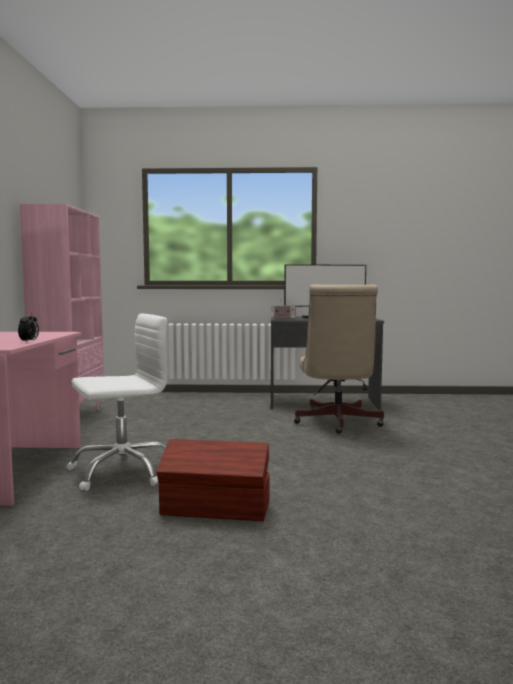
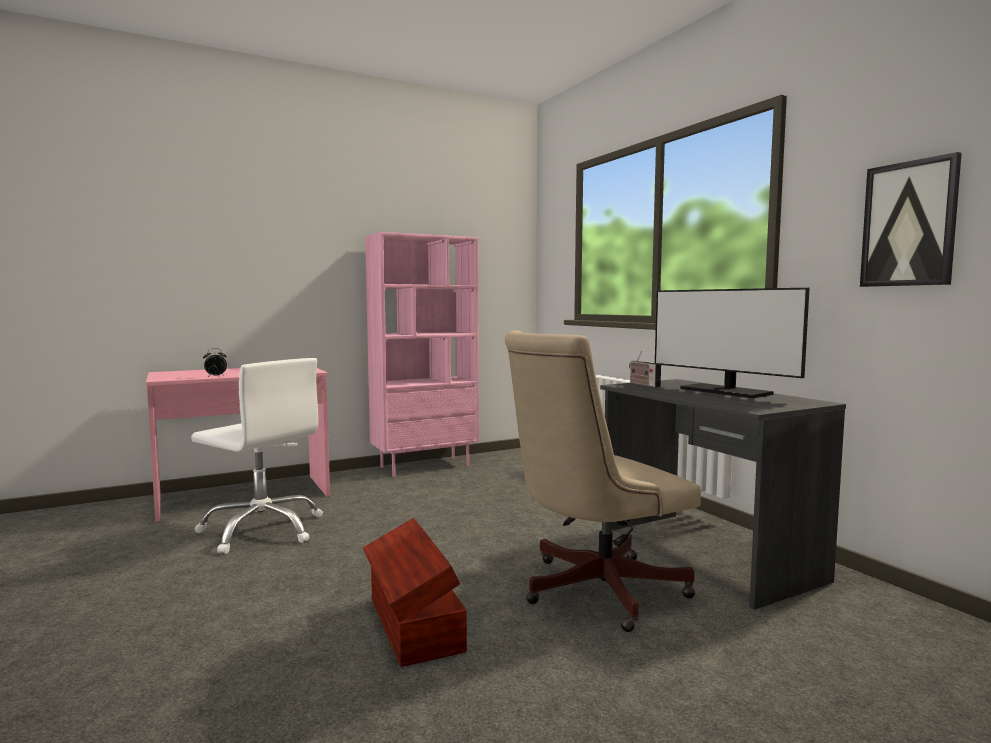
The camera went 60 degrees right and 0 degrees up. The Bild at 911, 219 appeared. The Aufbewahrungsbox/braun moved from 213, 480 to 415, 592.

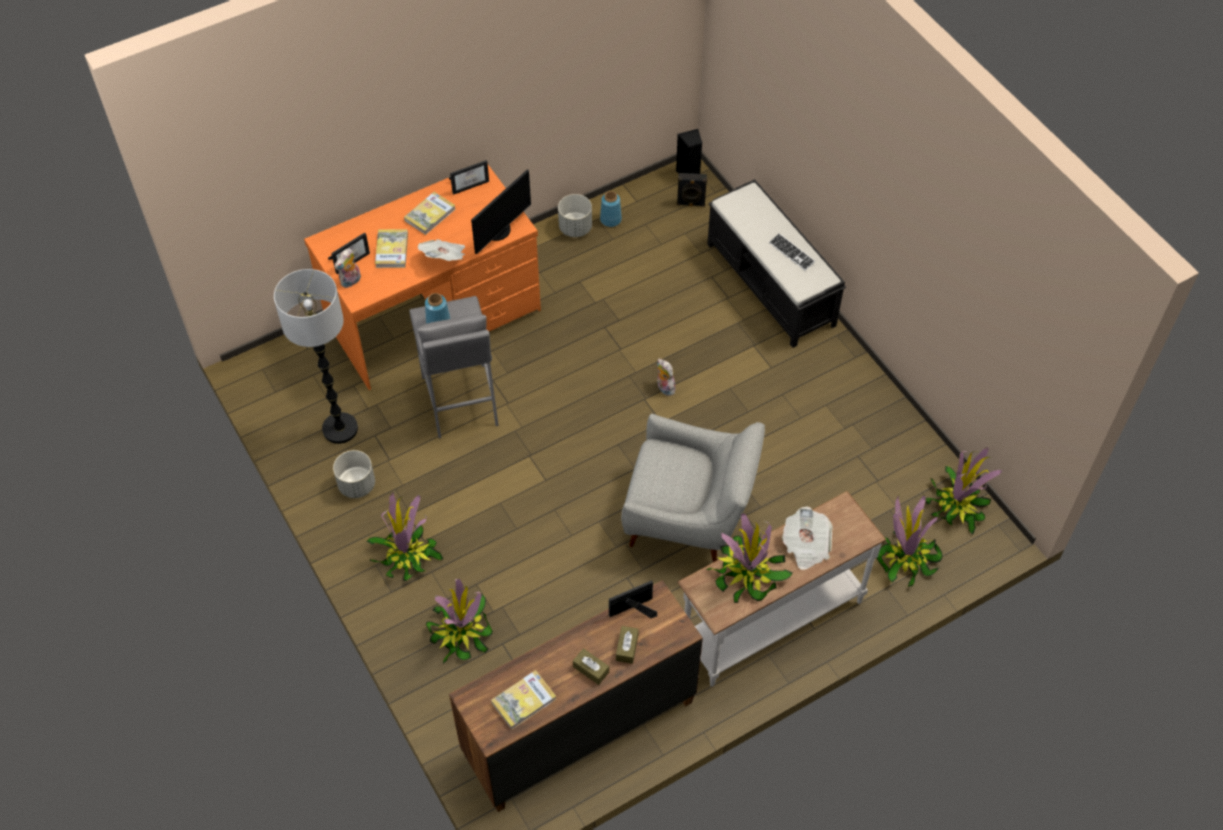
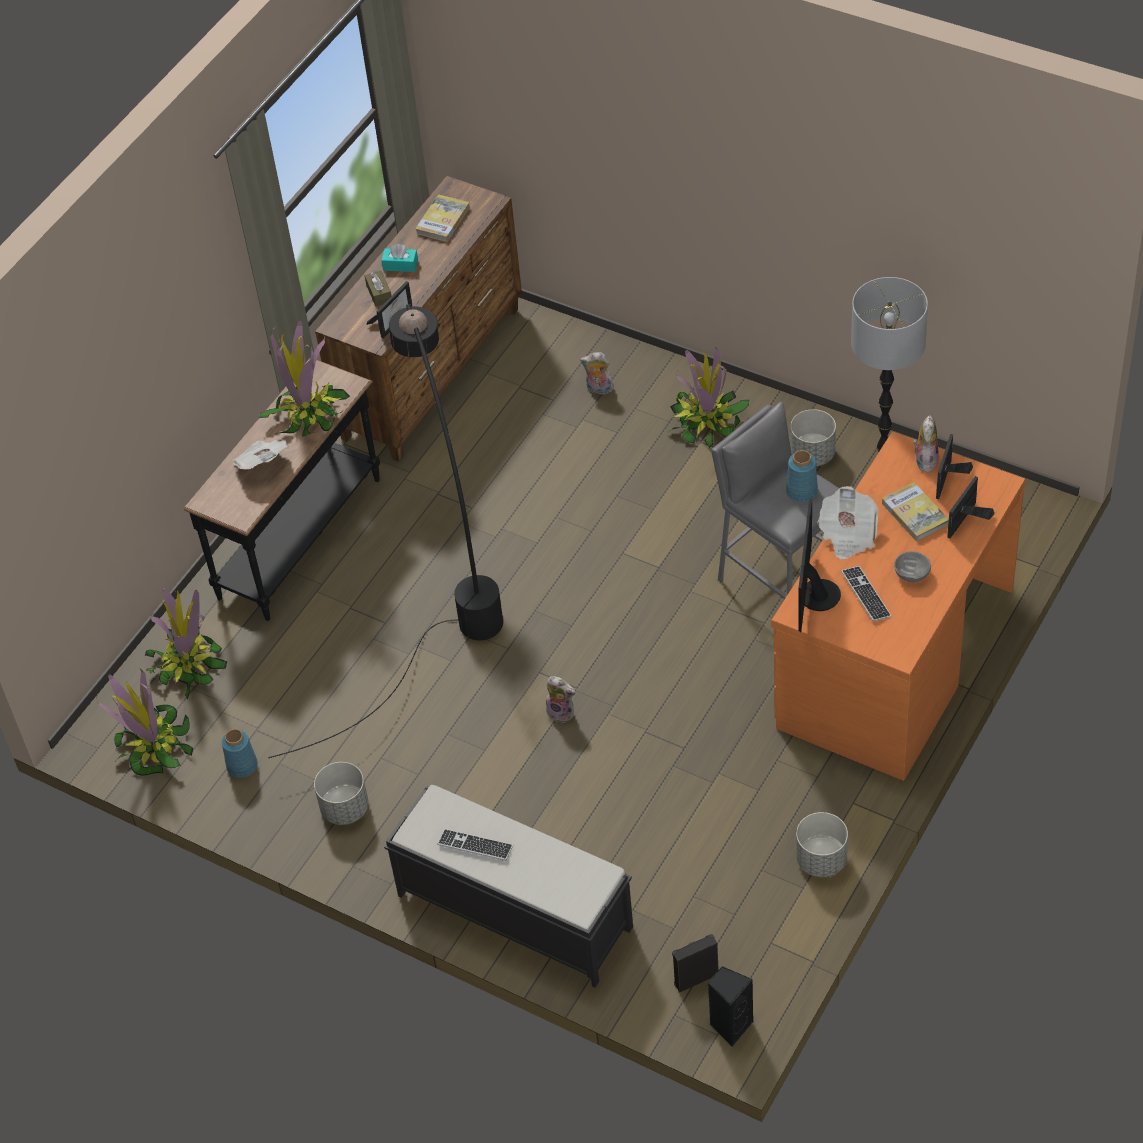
The camera went 155 degrees right and 5 degrees down. The Pflanzkübel/grau at 341, 793 appeared. The Tastatur at 866, 594 appeared. The Bilderrahmen moved from 469, 177 to 970, 507. The Vase/blau moved from 611, 209 to 240, 753. The Buch at 430, 213 was replaced by the Schüssel/grau at 912, 566. The Topfpflanze at 459, 621 was replaced by the Plüschtier at 598, 373. The Sessel/grau at 693, 488 was replaced by the Stehlampe/schwarz at 385, 531. The Taschentuchbox/braun at 591, 666 became the Taschentuchbox/türkis at 399, 258. The Konsolentisch/weiß at 781, 589 became the Konsolentisch/schwarz at 282, 489.

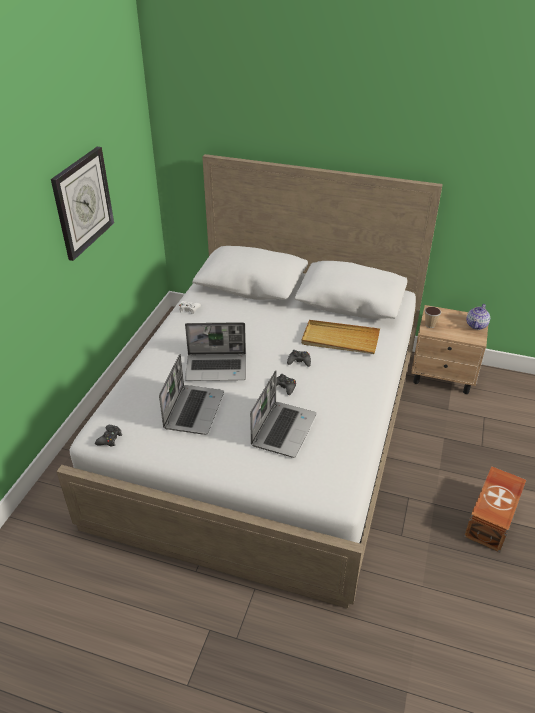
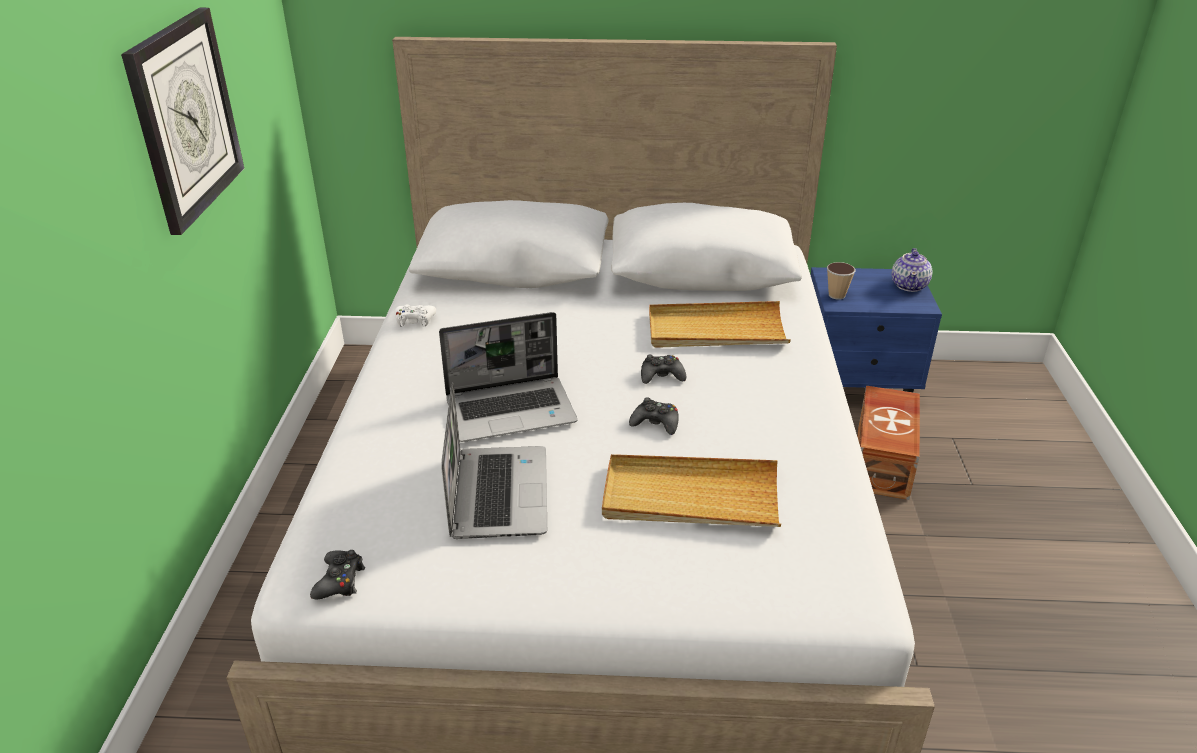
The camera went 15 degrees left and 5 degrees down. The Aufbewahrungsbox/braun moved from 495, 509 to 888, 443. The Laptop at 283, 414 was replaced by the Tablett/beige at 691, 490. The Nachttisch/beige at 449, 349 became the Nachttisch/blau at 876, 329.

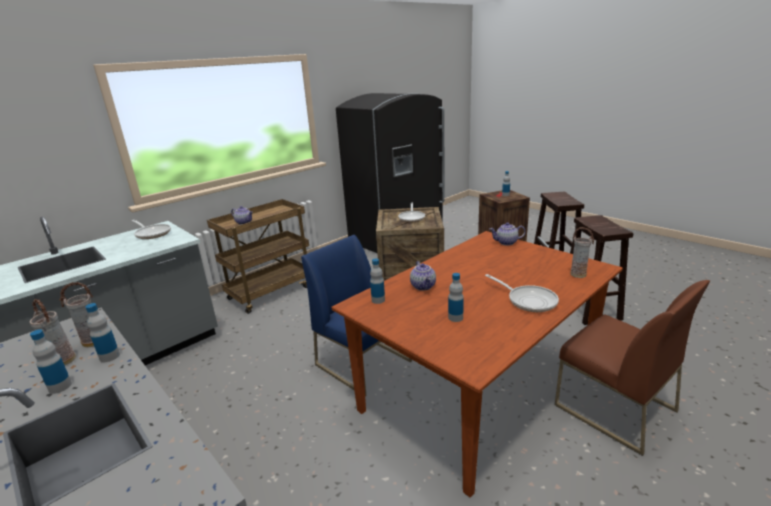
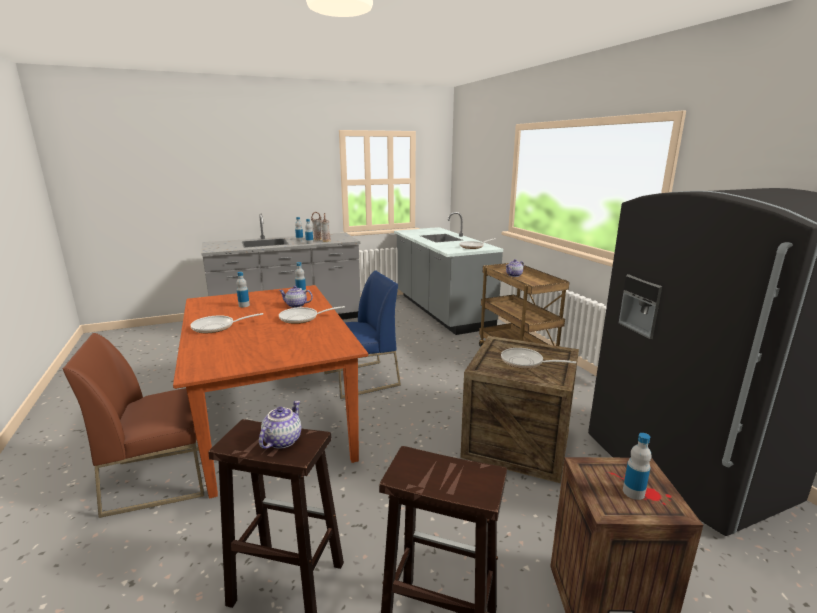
The camera went 110 degrees right and 5 degrees down. The Vase at 582, 252 disappeared. The Pfanne at 312, 315 appeared. The Teekanne moved from 508, 233 to 280, 425.

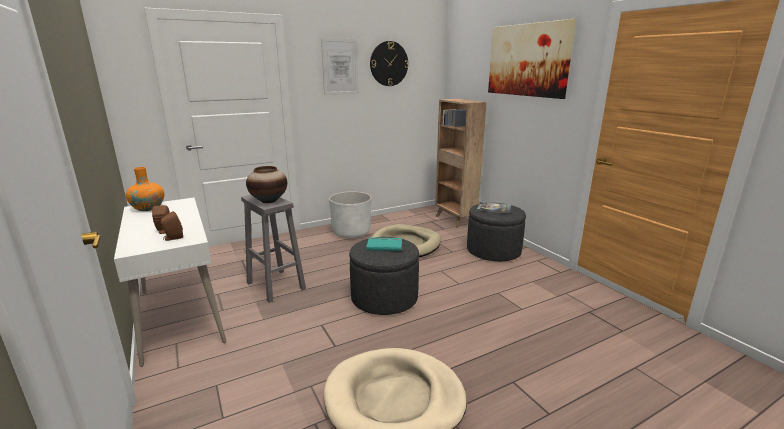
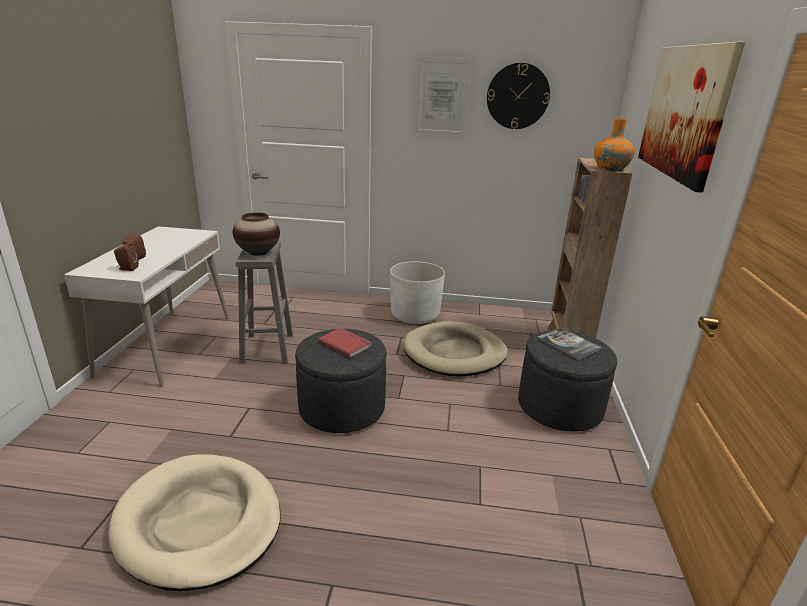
The camera went 35 degrees right and 5 degrees up. The Vase/orange moved from 145, 189 to 614, 144. The Buch/türkis at 384, 244 became the Buch/rot at 345, 343.

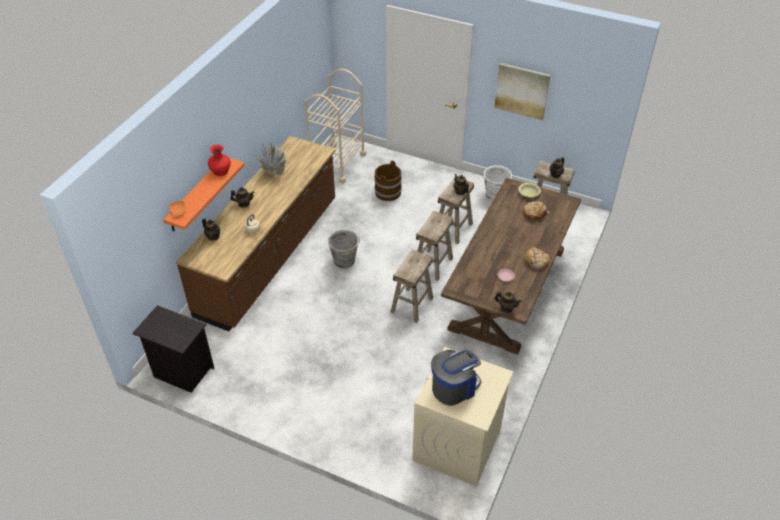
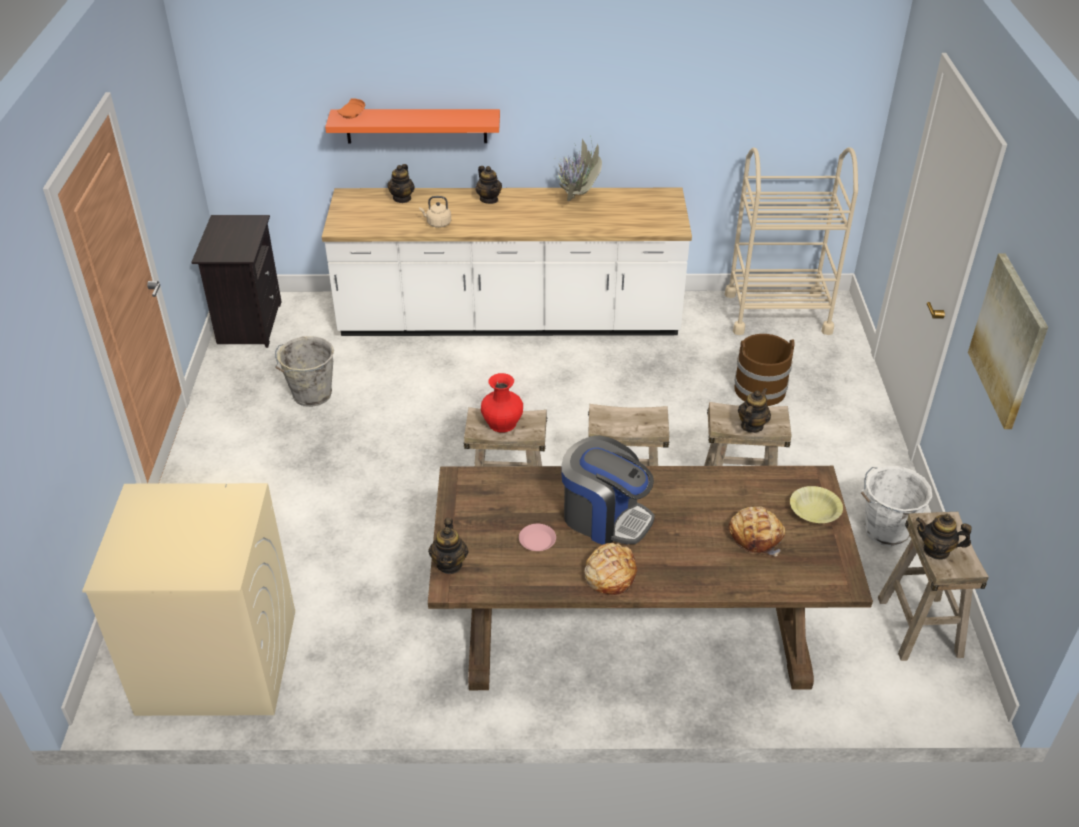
The camera went 65 degrees right and 5 degrees down. The Vase/rot moved from 219, 160 to 502, 402. The Eimer/grau moved from 344, 249 to 304, 371. The Kaffeemaschine moved from 456, 377 to 608, 490. The Küchenzeile/braun at 255, 233 became the Küchenzeile/weiß at 507, 262.

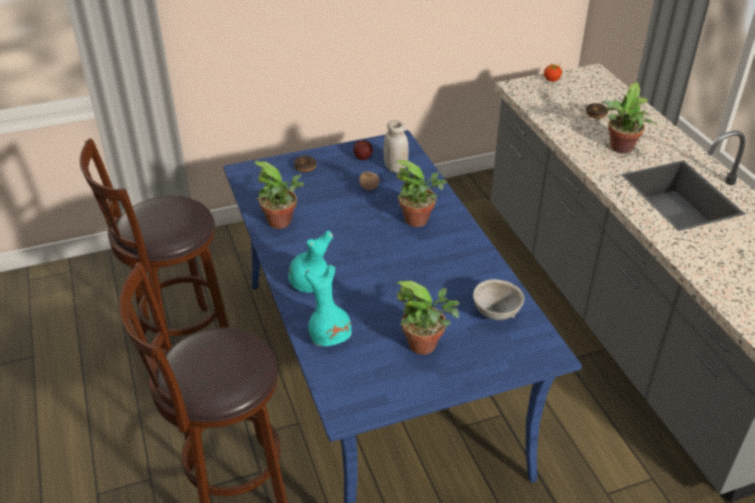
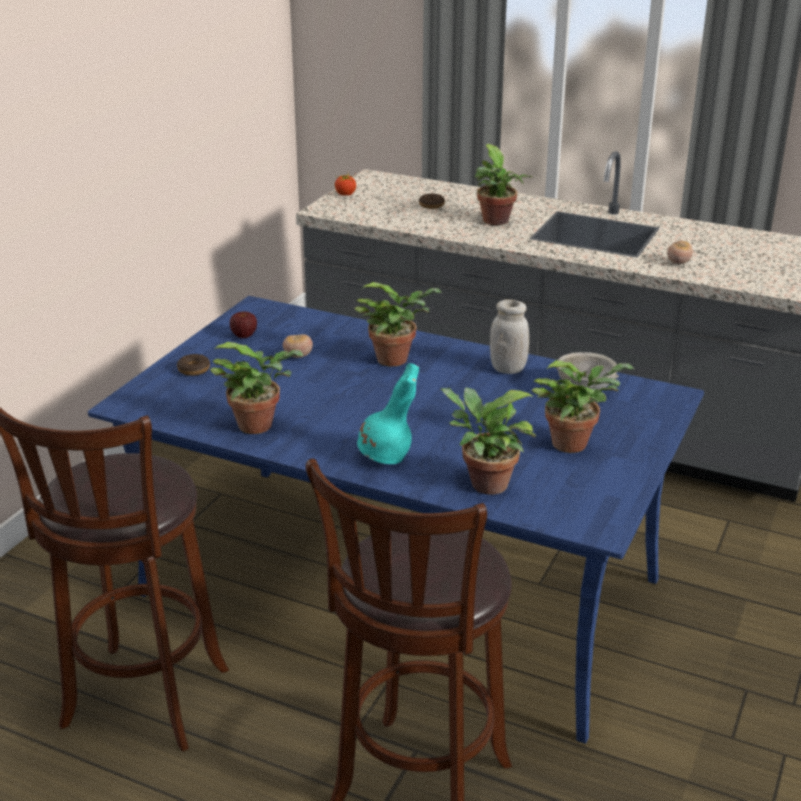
The camera went 45 degrees left and 10 degrees down. The Tomate at 680, 252 appeared. The Vorratsglas/weiß moved from 396, 146 to 509, 337. The Vase/türkis at 328, 305 was replaced by the Topfpflanze at 488, 441.

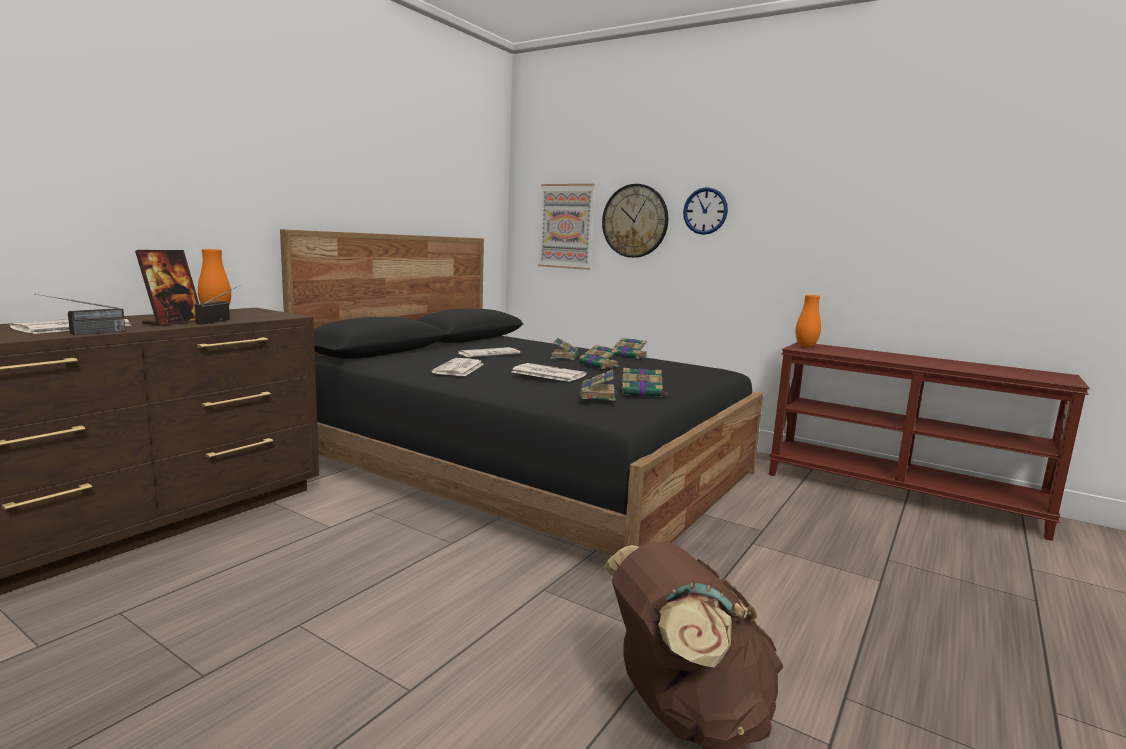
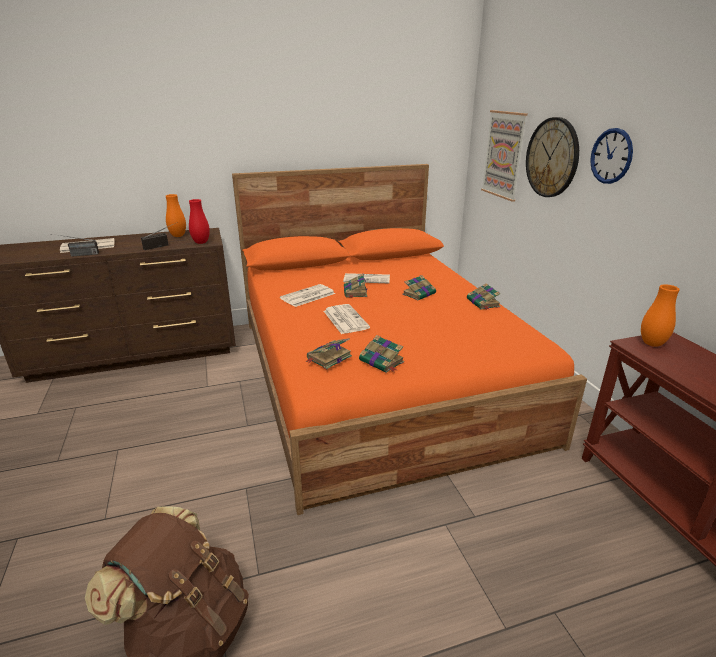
The camera went 40 degrees right and 15 degrees up. The Bilderrahmen at 167, 288 disappeared. The Vase/rot at 199, 221 appeared. The Buch moved from 599, 357 to 355, 286. The Bett/schwarz at 521, 392 became the Bett/orange at 409, 339.

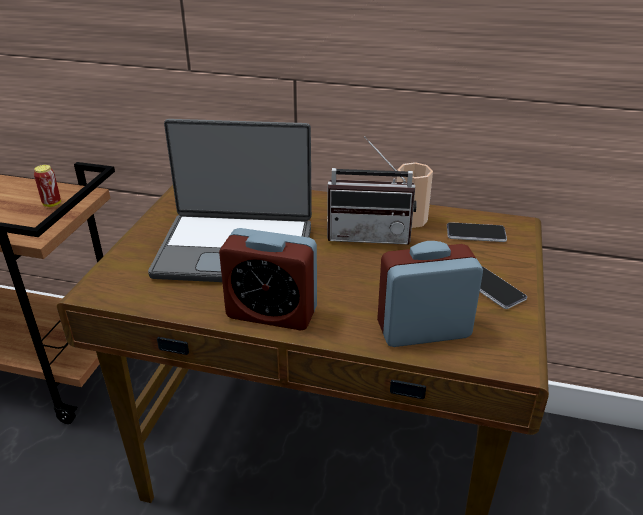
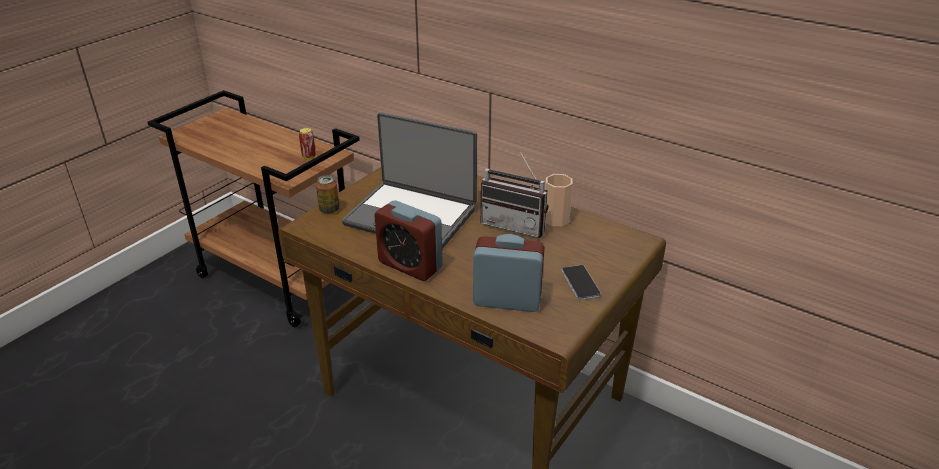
The camera went 20 degrees right and 0 degrees up. The Handy at 477, 232 disappeared. The Dose at 328, 194 appeared.

